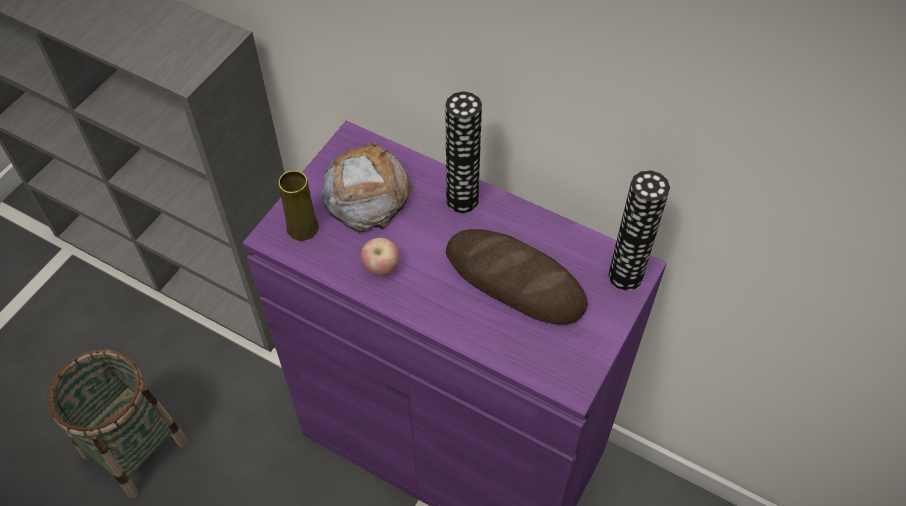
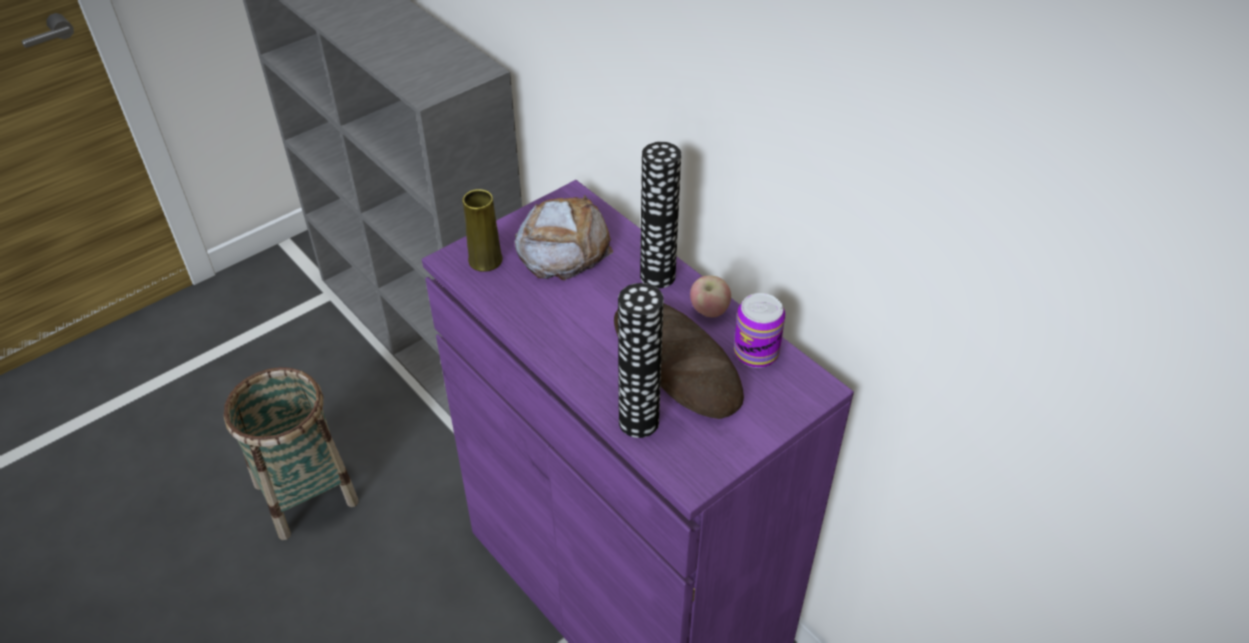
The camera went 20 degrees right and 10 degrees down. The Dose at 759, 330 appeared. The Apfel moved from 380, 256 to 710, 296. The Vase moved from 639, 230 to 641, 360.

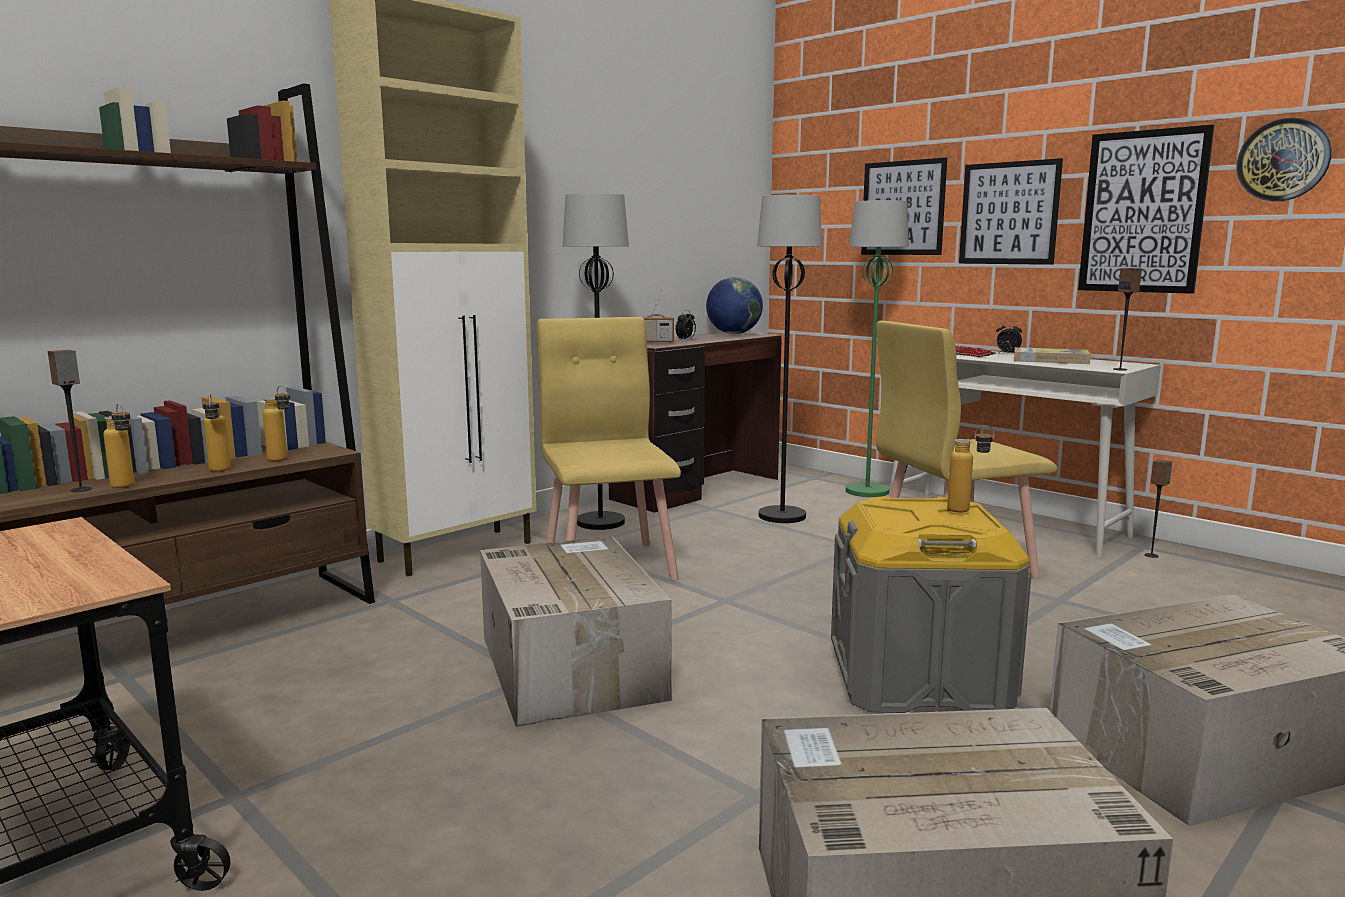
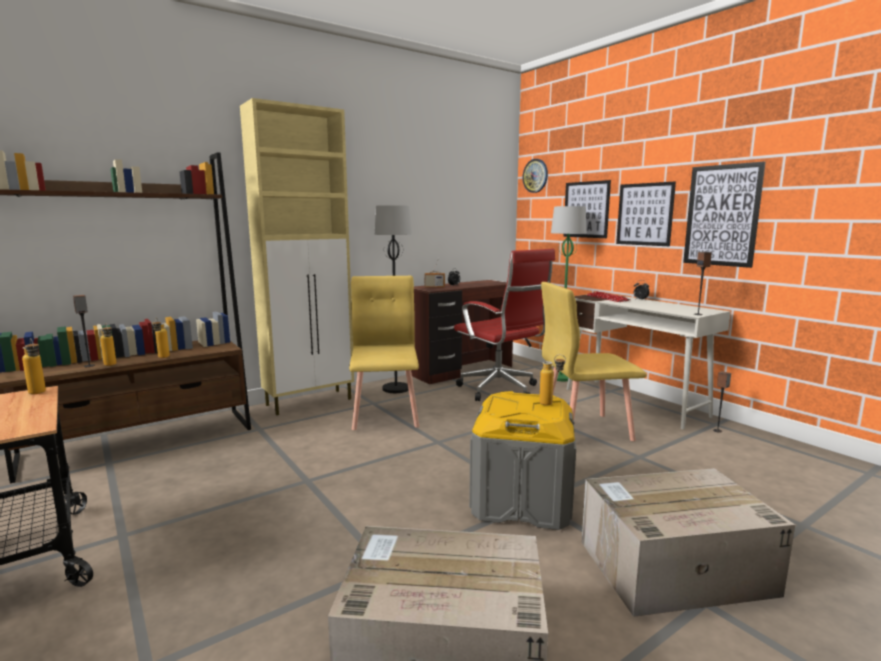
The camera went 10 degrees right and 0 degrees up. The Karton at 576, 631 disappeared. The Globus at 734, 305 disappeared. The Buch at 1052, 355 disappeared. The Flasche moved from 276, 423 to 34, 366. The Wanduhr moved from 1284, 159 to 535, 176. The Stehlampe/schwarz at 789, 359 was replaced by the Bürostuhl/rot at 504, 325.

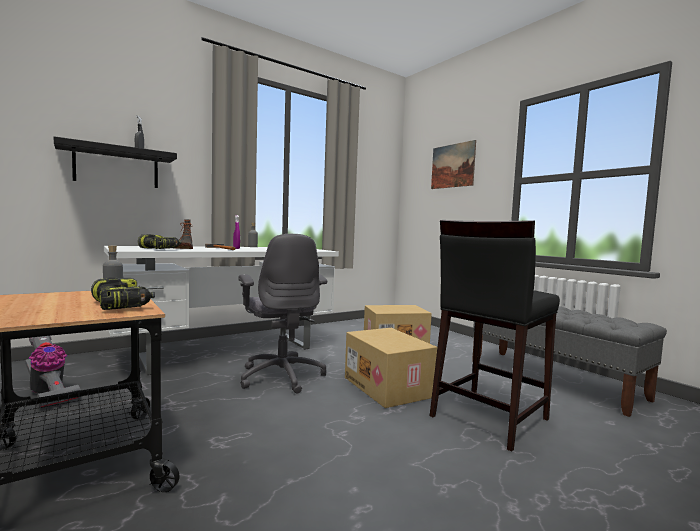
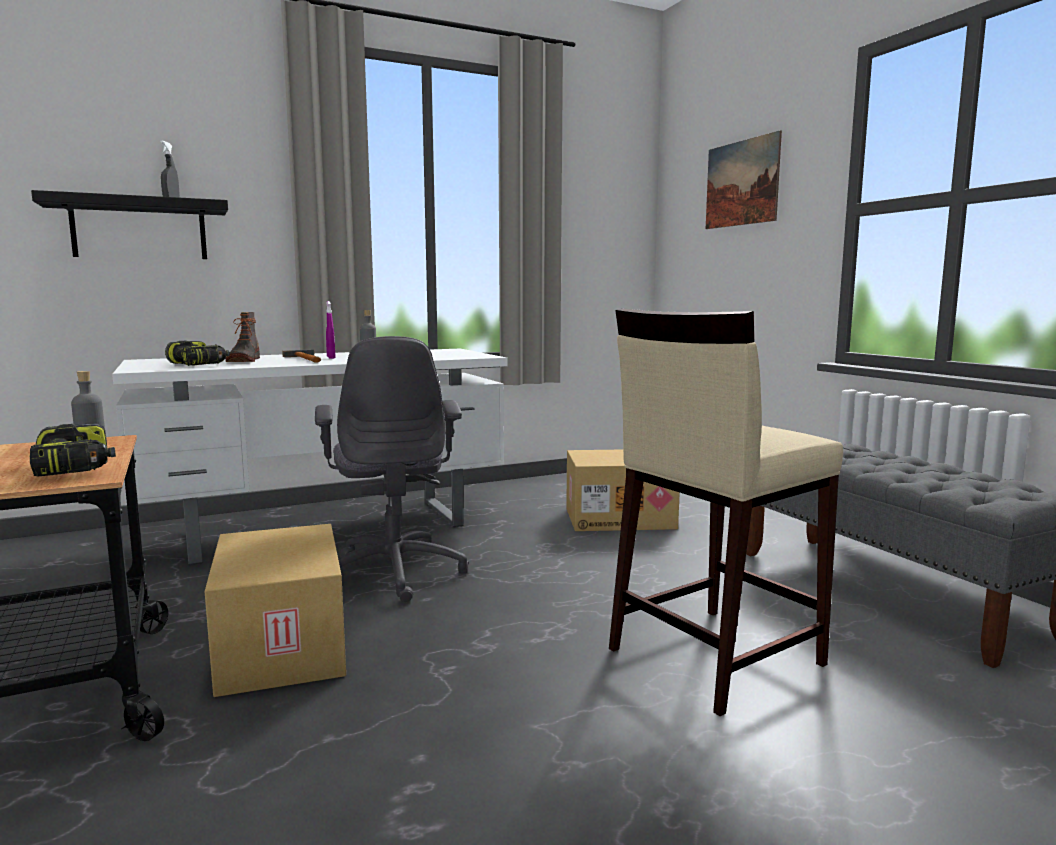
The camera went 10 degrees right and 5 degrees up. The Staubsauger at 53, 371 disappeared. The Karton moved from 391, 368 to 275, 610. The Hocker/schwarz at 495, 336 became the Hocker/beige at 726, 512.

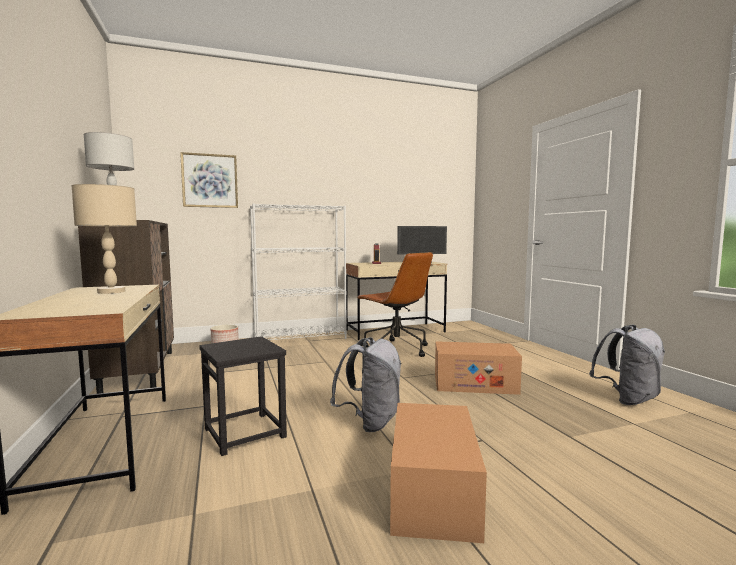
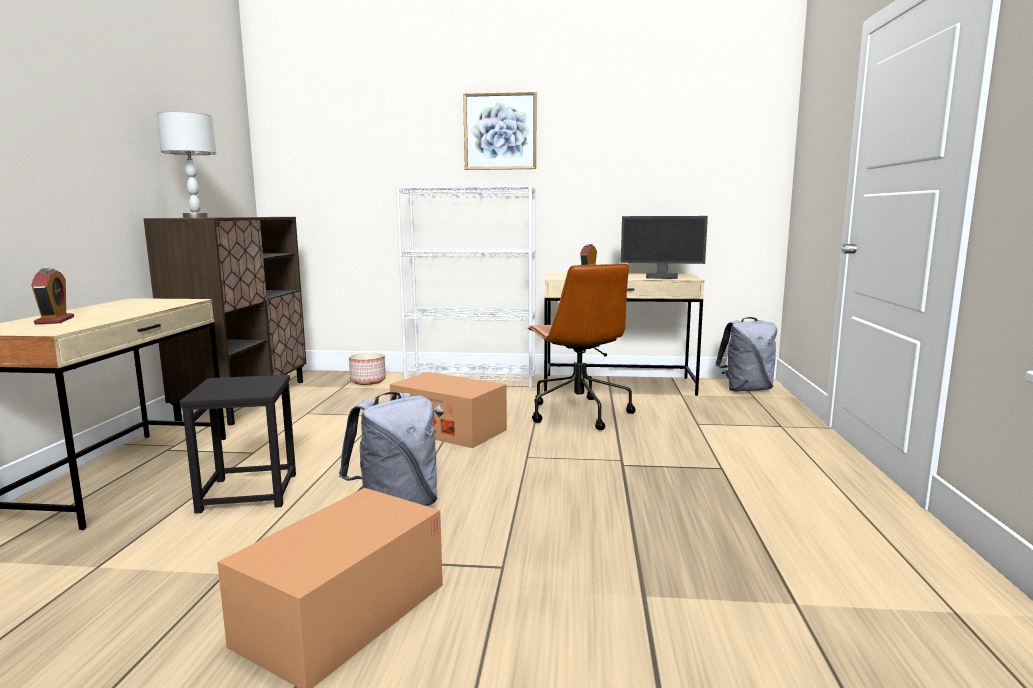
The camera went 25 degrees right and 5 degrees up. The Tischlampe/beige at 104, 239 disappeared. The Wecker at 53, 296 appeared. The Bild moved from 209, 180 to 499, 131. The Karton moved from 478, 368 to 448, 410. The Rucksack/grau moved from 627, 364 to 746, 354.

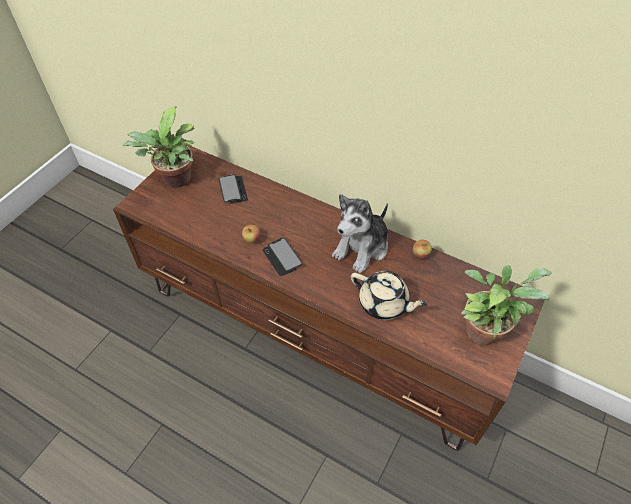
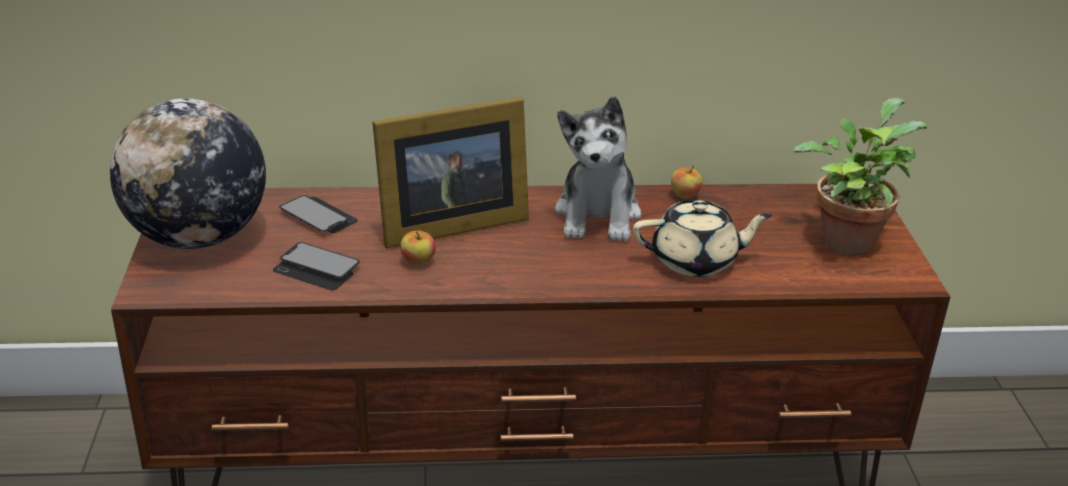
The camera went 35 degrees left and 20 degrees down. The Bilderrahmen at 450, 172 appeared. The Handy moved from 283, 257 to 316, 266. The Topfpflanze at 159, 147 was replaced by the Globus at 188, 173.

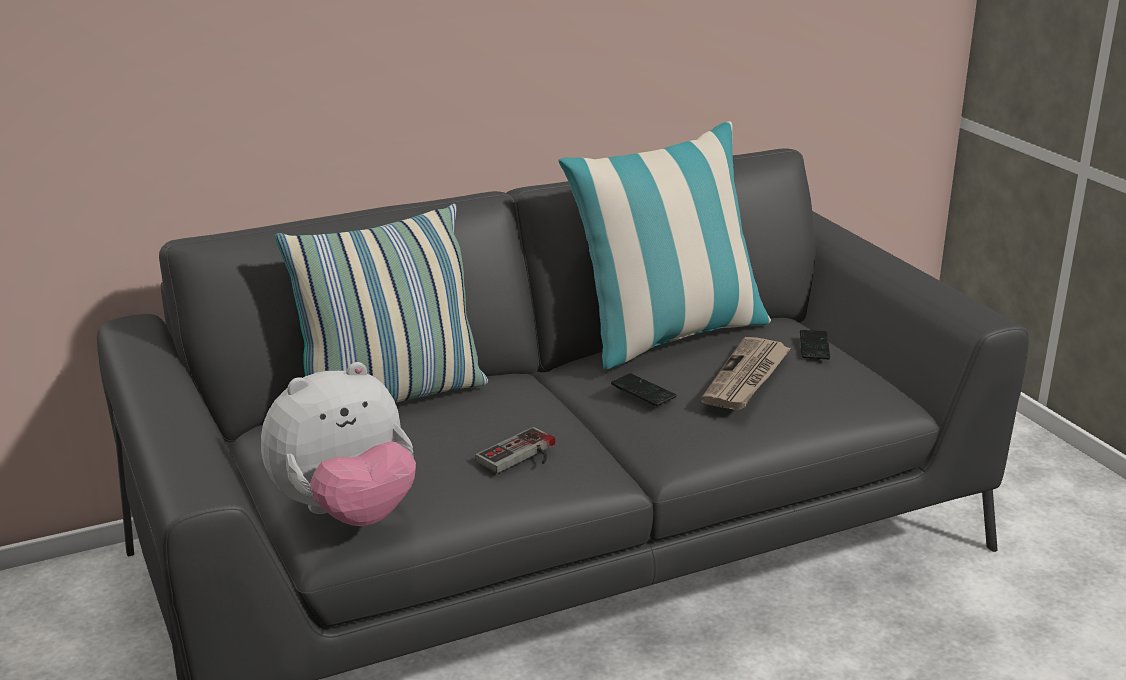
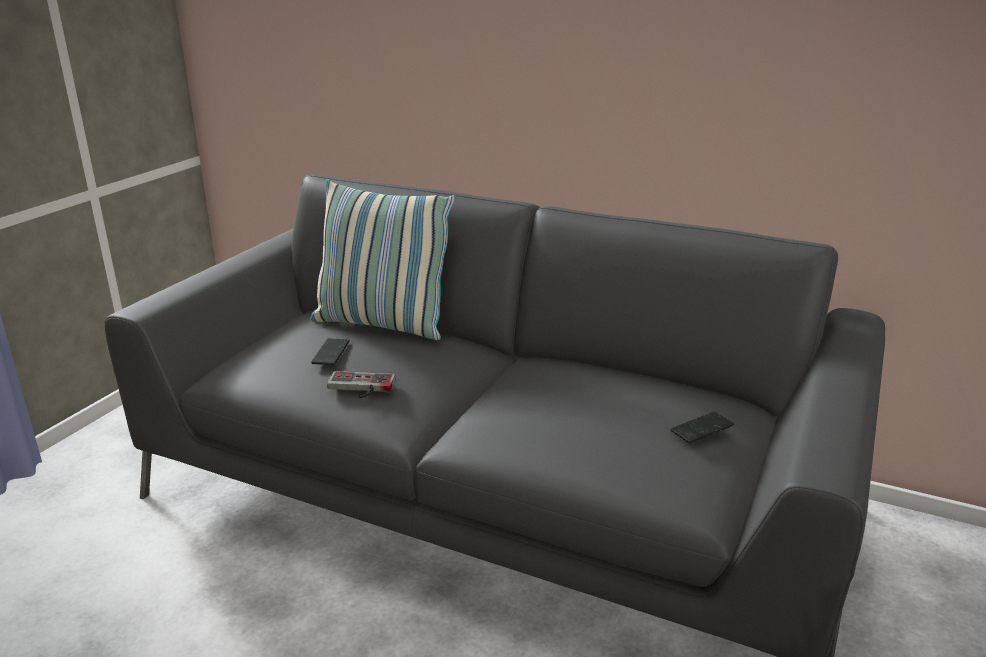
The camera went 50 degrees right and 0 degrees up. The Plüschtier at 338, 444 disappeared. The Kissen at 664, 246 disappeared. The Zeitung at 746, 373 disappeared. The Handy moved from 644, 389 to 330, 351.

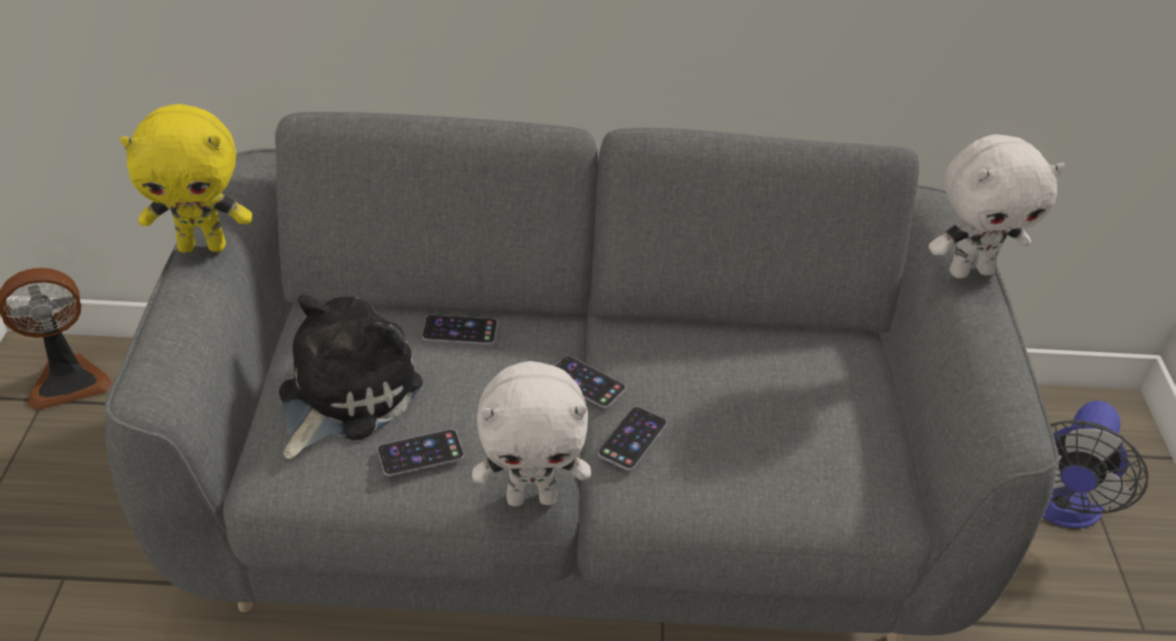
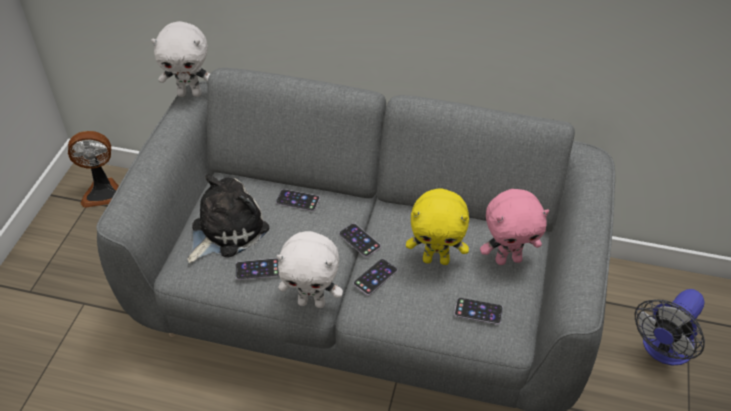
The camera went 15 degrees right and 5 degrees up. The Handy at 478, 311 appeared. The Plüschtier/rosa at 514, 227 appeared. The Plüschtier/gelb moved from 186, 178 to 437, 226. The Plüschtier/weiß moved from 997, 206 to 180, 59.

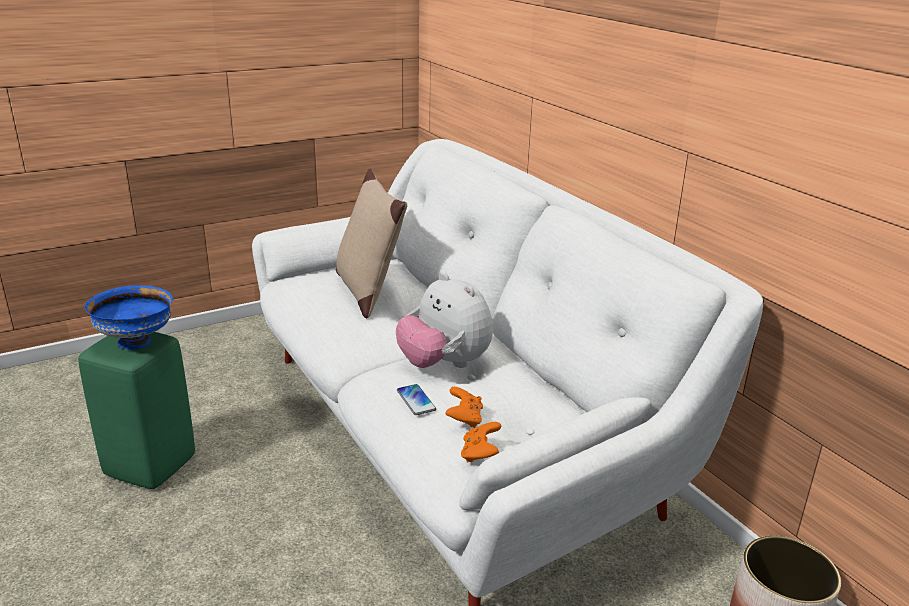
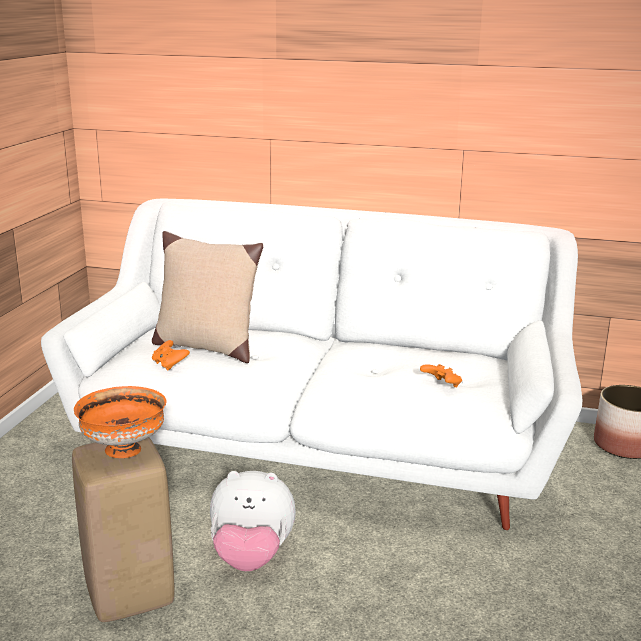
The camera went 45 degrees left and 5 degrees down. The Handy at 416, 399 disappeared. The Plüschtier moved from 444, 320 to 253, 521. The Gamepad/orange moved from 481, 442 to 171, 355. The Hocker/grün at 136, 410 became the Hocker/beige at 123, 529. The Schüssel/blau at 129, 317 became the Schüssel/orange at 120, 422.

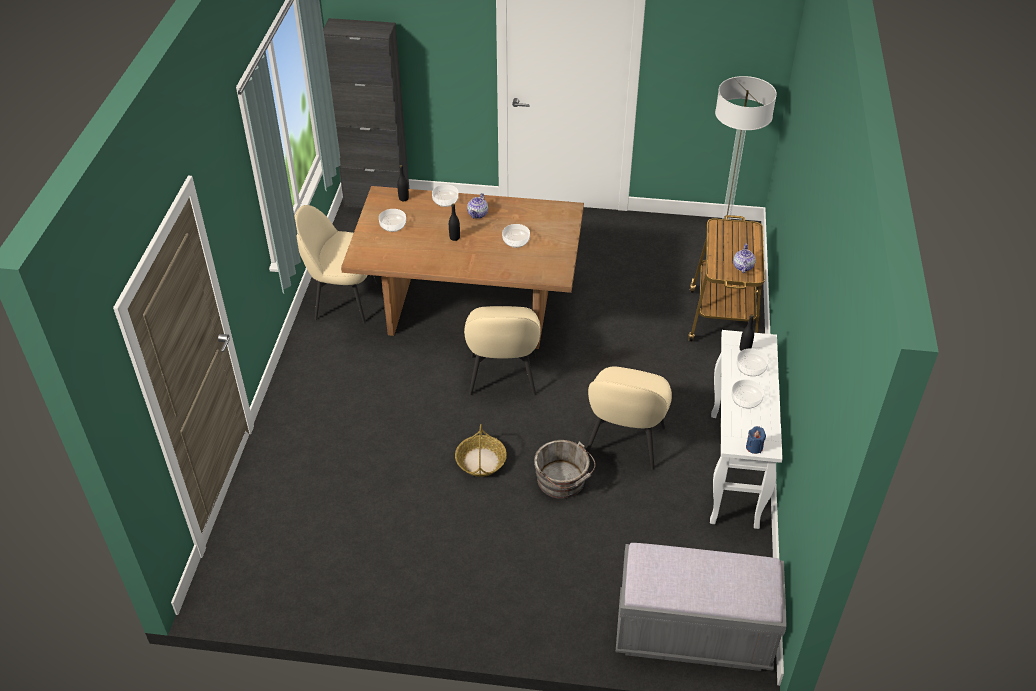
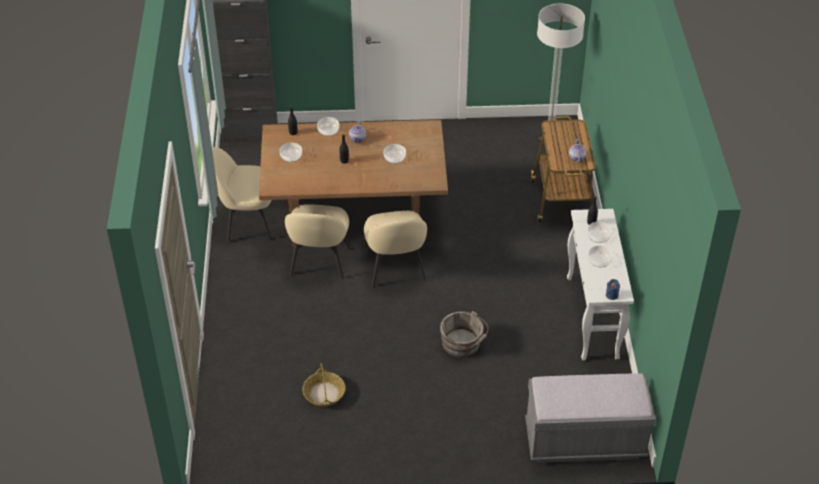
The camera went 10 degrees left and 0 degrees up. The Korb moved from 481, 450 to 323, 385. The Stuhl/beige moved from 629, 418 to 317, 241.

